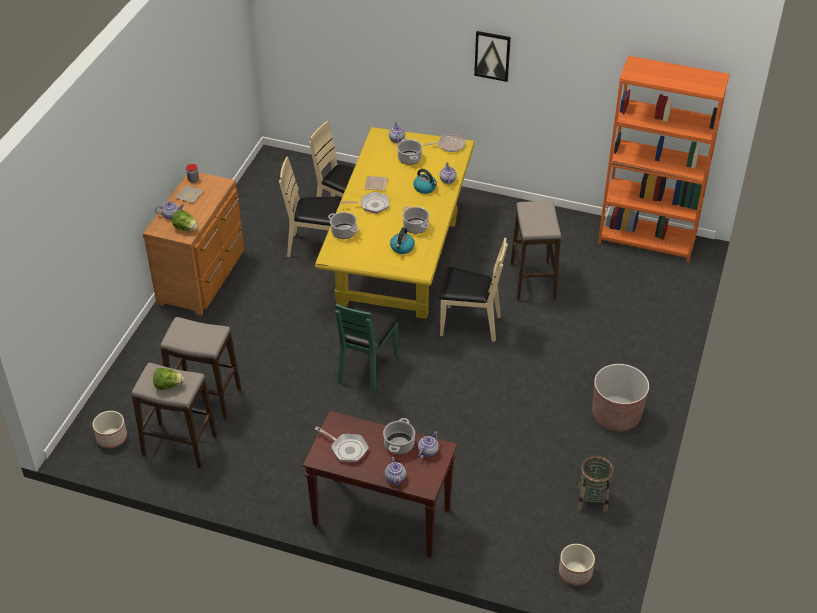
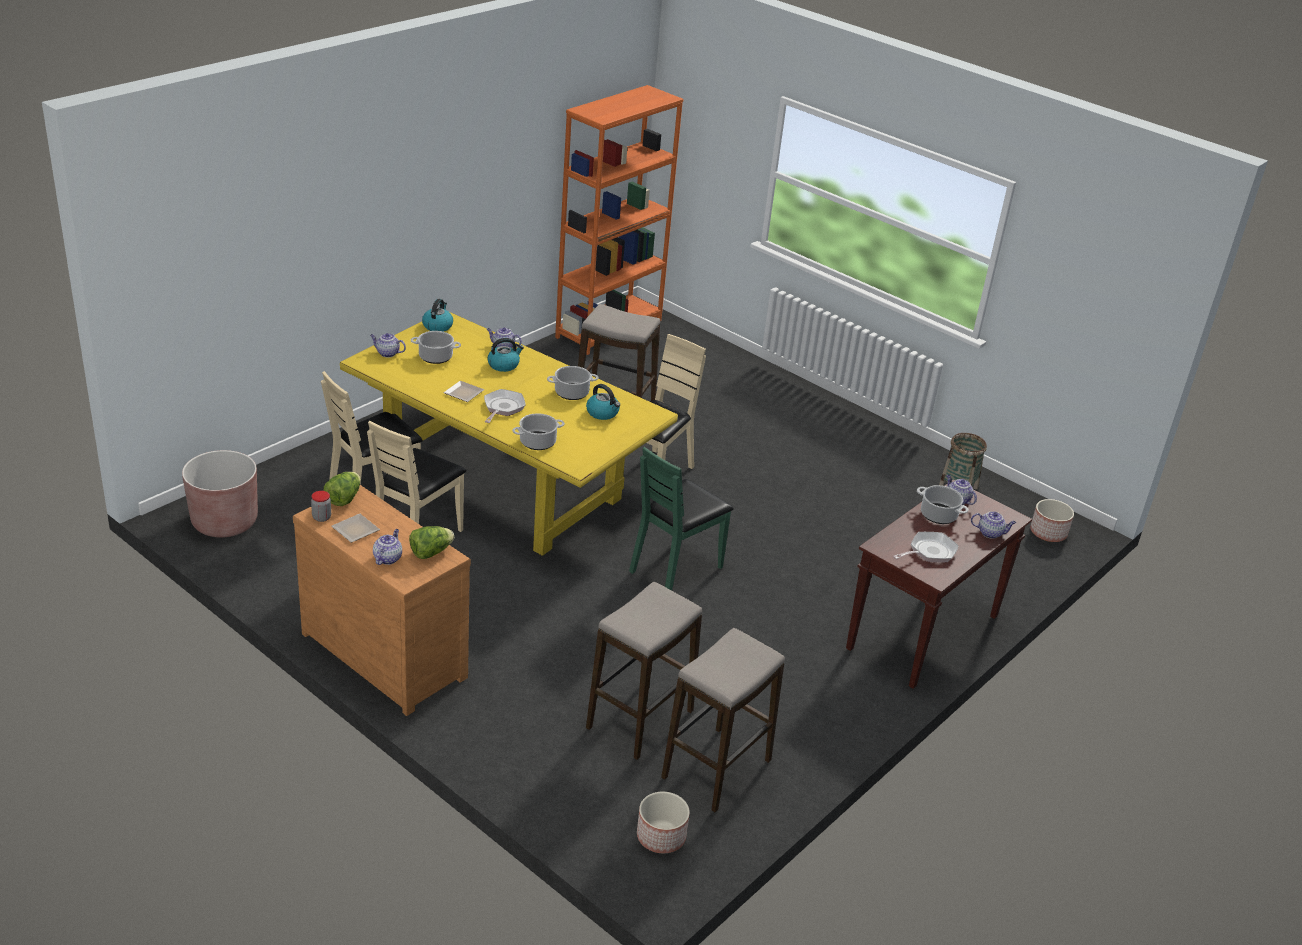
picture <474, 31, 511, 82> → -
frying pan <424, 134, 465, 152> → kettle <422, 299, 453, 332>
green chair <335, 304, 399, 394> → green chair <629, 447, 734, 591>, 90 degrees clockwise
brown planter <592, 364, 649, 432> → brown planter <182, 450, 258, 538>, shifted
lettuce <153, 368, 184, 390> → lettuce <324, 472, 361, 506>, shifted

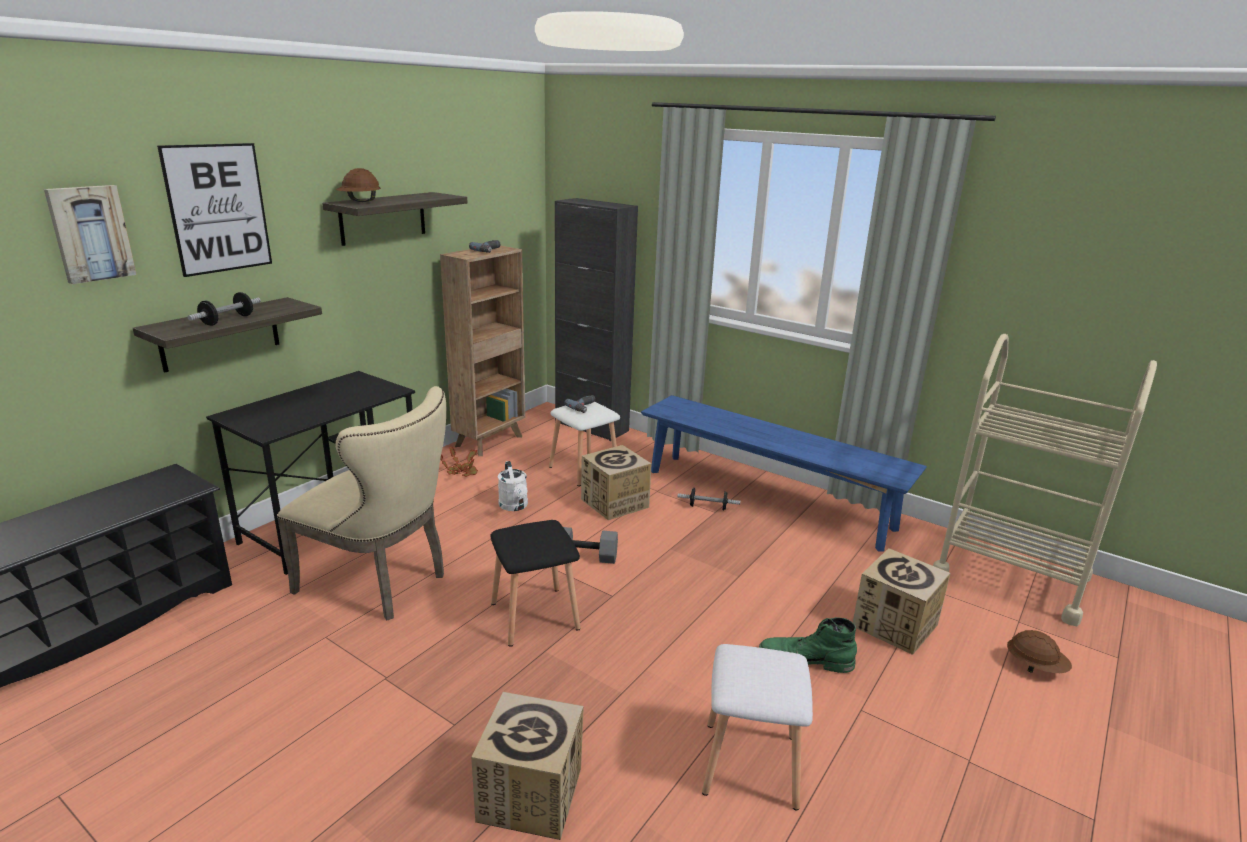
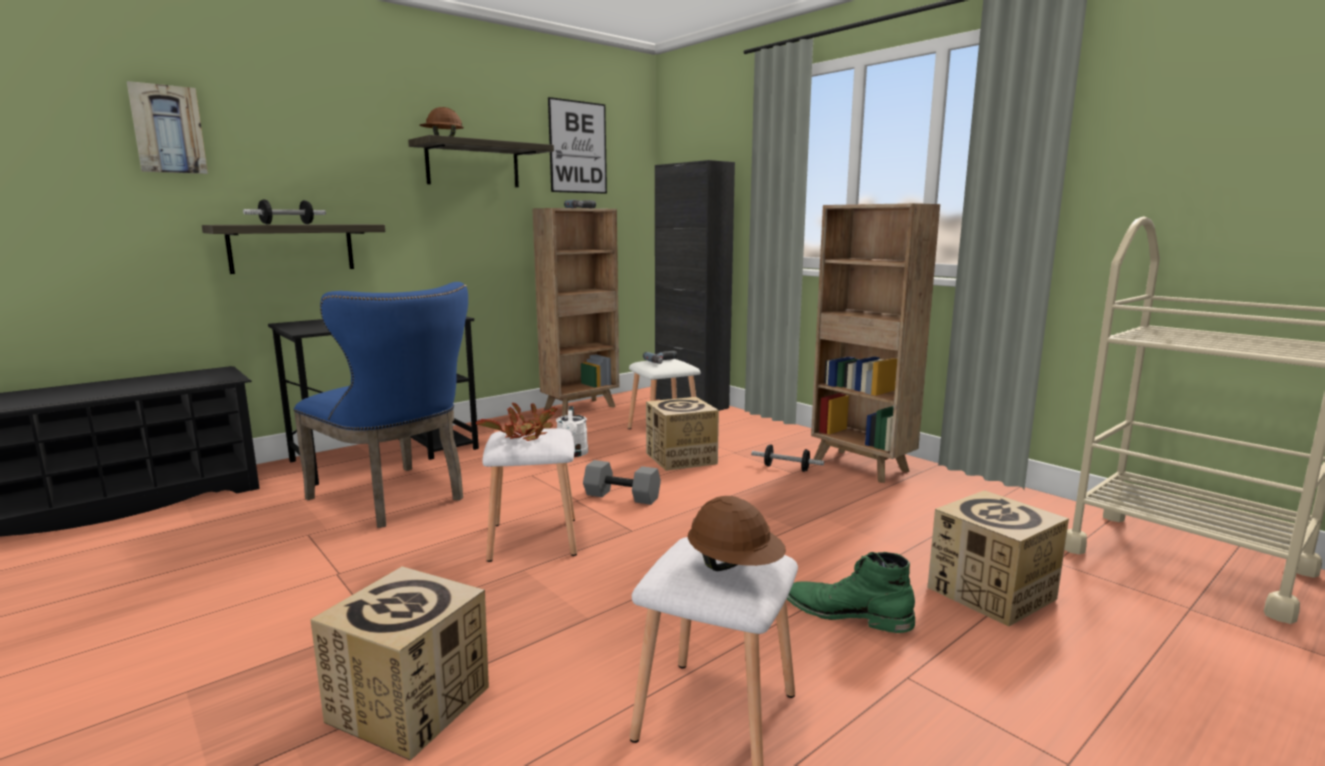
picture <157, 143, 272, 277> → picture <548, 97, 607, 194>, shifted
beige chair <277, 386, 446, 621> → blue chair <294, 282, 468, 528>
blue bench <641, 395, 927, 552> → brown bookcase <811, 203, 940, 483>
black stool <490, 520, 580, 647> → white stool <482, 428, 577, 562>
brown hard hat <1007, 630, 1072, 673> → brown hard hat <688, 496, 786, 571>, shifted
- → potted plant <476, 407, 555, 441>

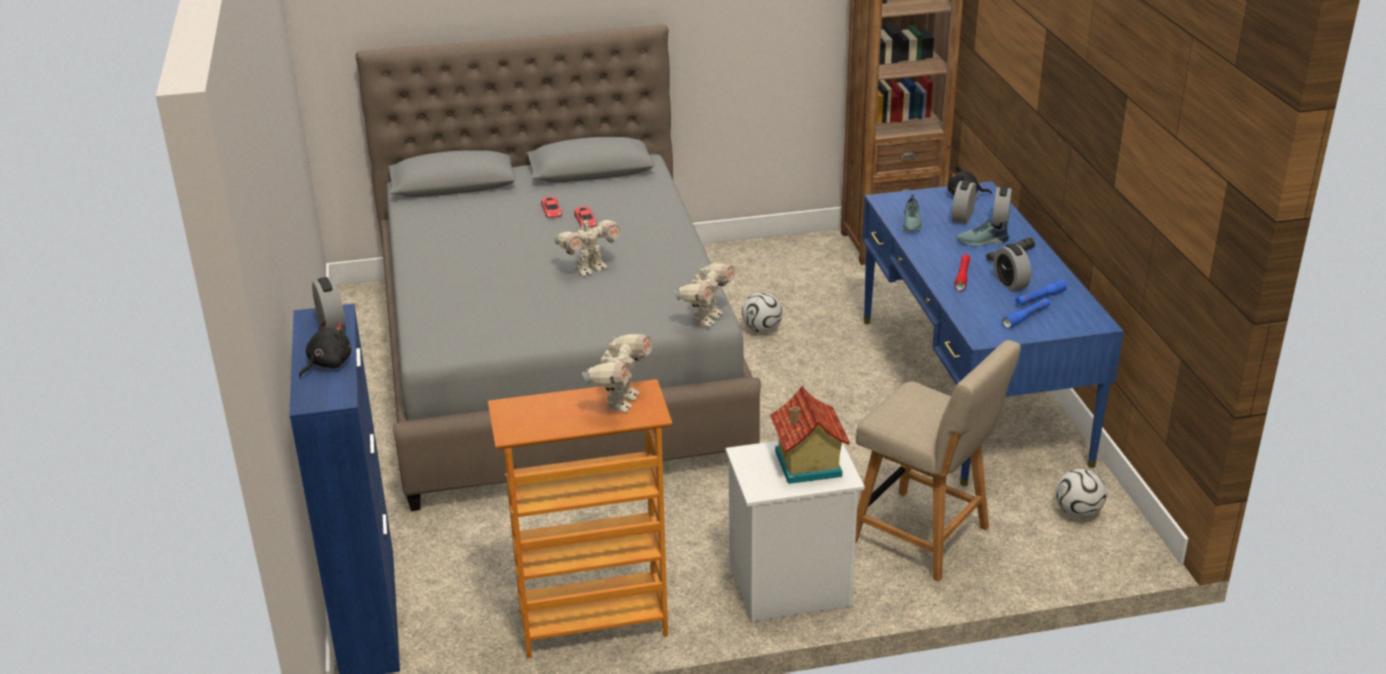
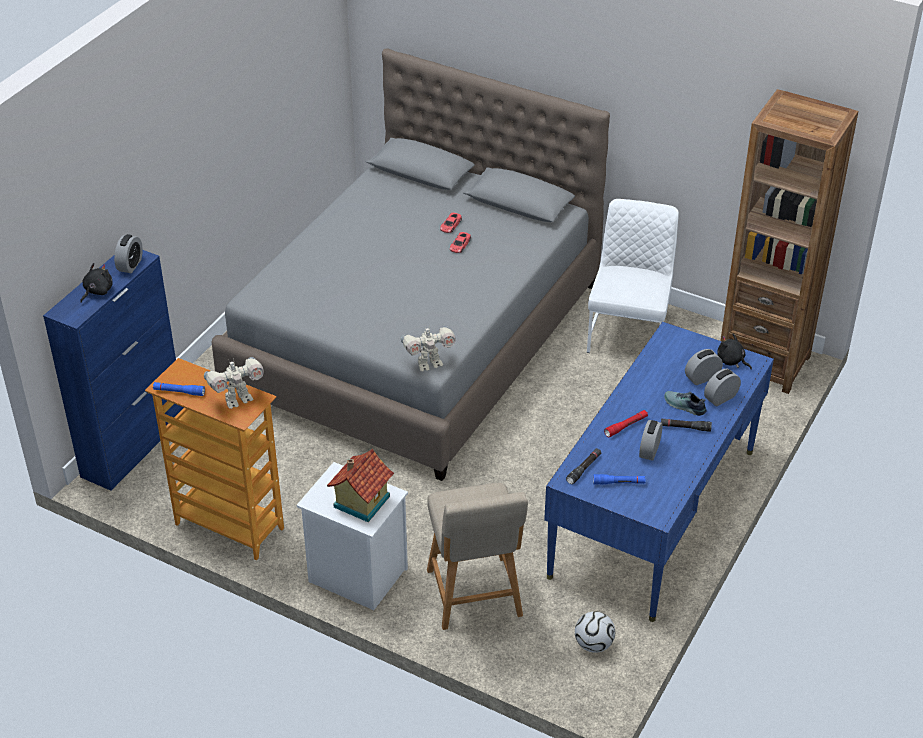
shoe <903, 195, 922, 231> → -
toy robot <554, 216, 621, 276> → -
blue flashlight <1015, 280, 1067, 306> → blue flashlight <153, 382, 205, 396>, shifted
football <742, 292, 782, 333> → -
black plush toy <299, 320, 351, 378> → black plush toy <80, 263, 113, 303>, 45 degrees counterclockwise
- → white chair <587, 199, 679, 353>
- → black flashlight <566, 448, 602, 484>

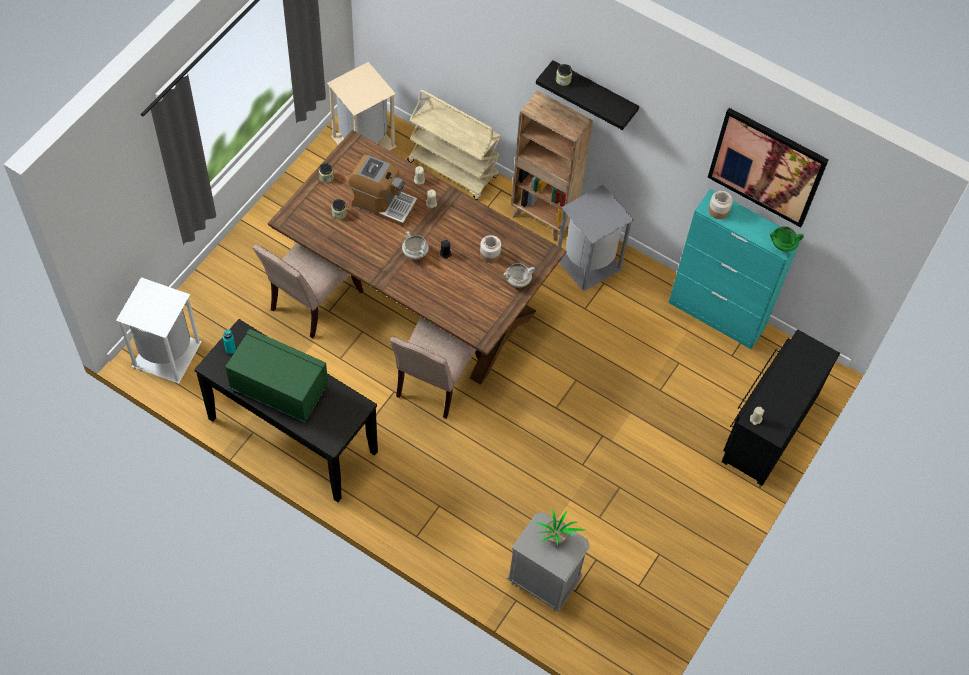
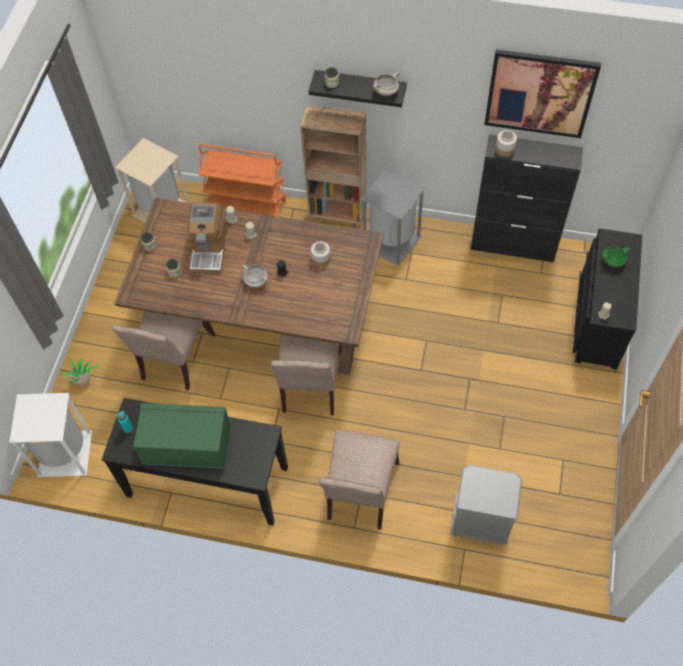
beige cart <407, 90, 501, 200> → orange cart <198, 144, 287, 217>
coffee machine <349, 155, 418, 226> → coffee machine <188, 202, 227, 273>, 90 degrees clockwise
turquoise cabinet <668, 189, 801, 349> → black cabinet <470, 134, 583, 262>
green cooking pot <770, 226, 804, 252> → green cooking pot <602, 245, 630, 267>, shifted
white cooking pot <503, 263, 535, 288> → white cooking pot <373, 72, 399, 96>, shifted
potted plant <535, 509, 585, 547> → potted plant <61, 357, 100, 386>, shifted
- → beige chair <319, 430, 400, 530>

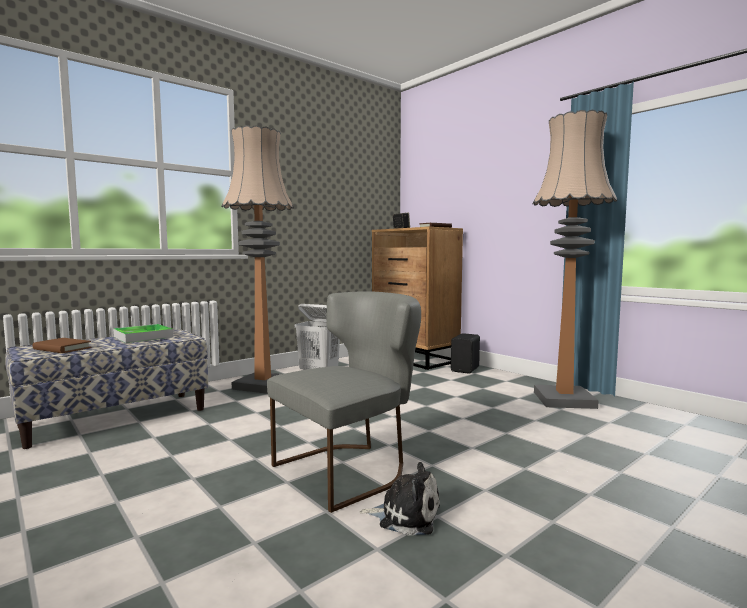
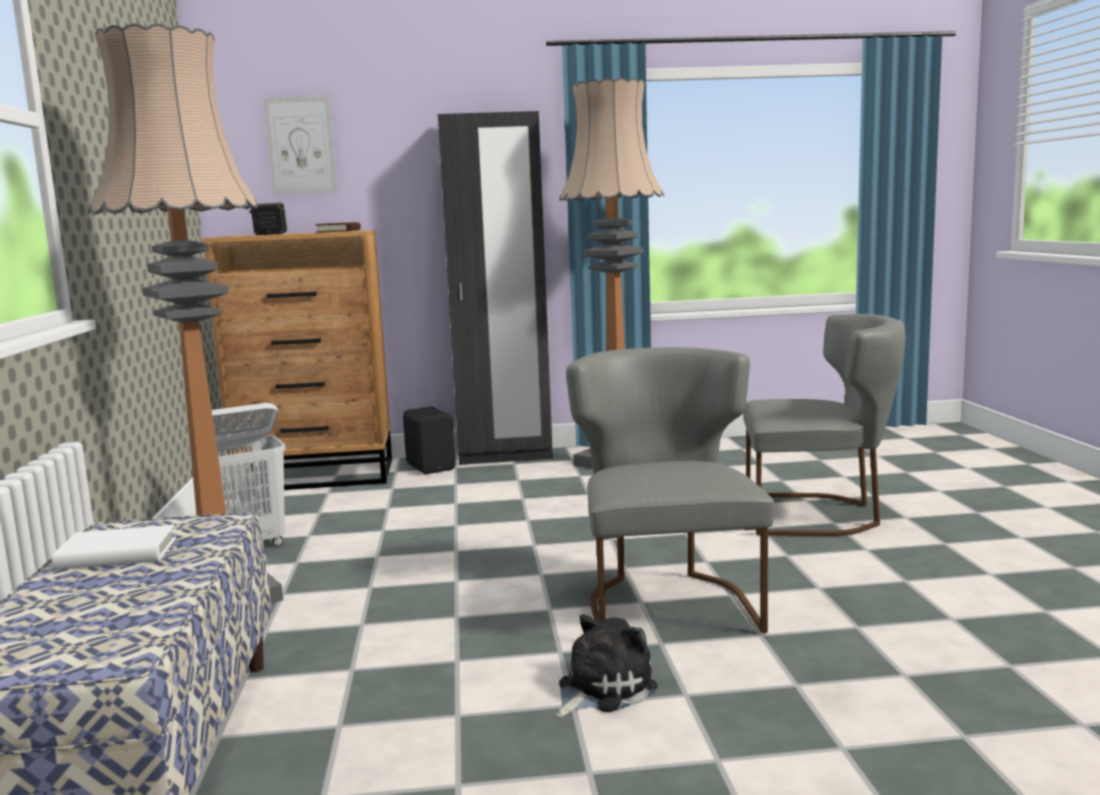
tray <113, 324, 173, 343> → white book <52, 525, 176, 570>
brown book <33, 338, 91, 353> → -
plush toy <359, 462, 440, 536> → plush toy <556, 614, 658, 717>, shifted
- → picture <263, 96, 337, 194>
- → black wardrobe <438, 111, 553, 465>
- → grey chair <743, 314, 905, 536>

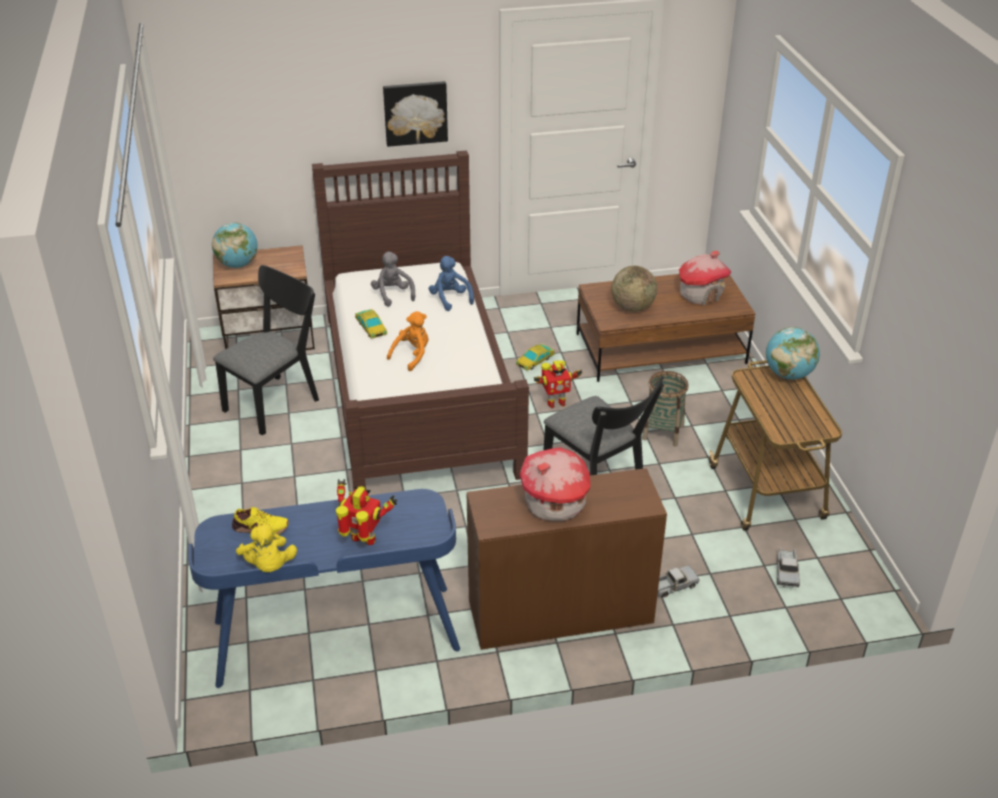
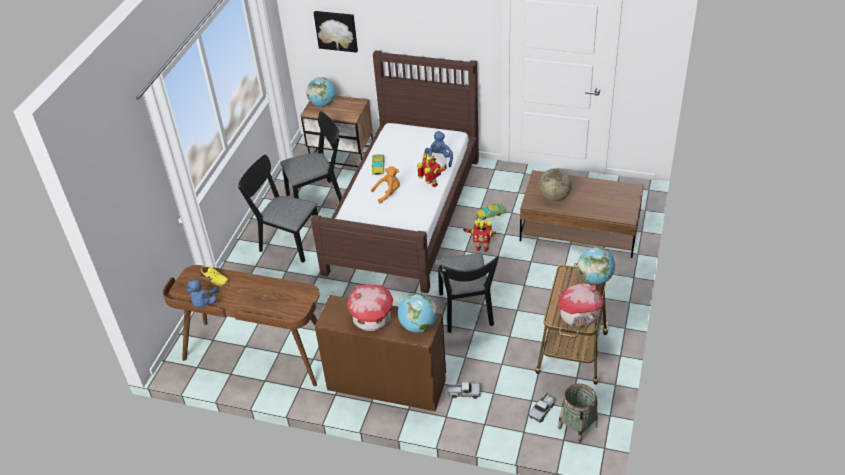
picture <383, 81, 448, 147> → picture <314, 11, 358, 53>, shifted
toy house <679, 251, 731, 306> → toy house <558, 284, 604, 328>, shifted
grey plush toy <371, 252, 415, 307> → -
basket <642, 371, 688, 446> → basket <558, 384, 598, 444>, shifted
toy robot <336, 479, 397, 545> → toy robot <417, 150, 447, 187>, shifted
blue desk <188, 489, 460, 688> → brown desk <163, 265, 320, 386>
yellow plush toy <236, 523, 297, 572> → blue plush toy <187, 280, 219, 308>
- → black chair <238, 155, 318, 263>
- → globe <398, 293, 437, 333>

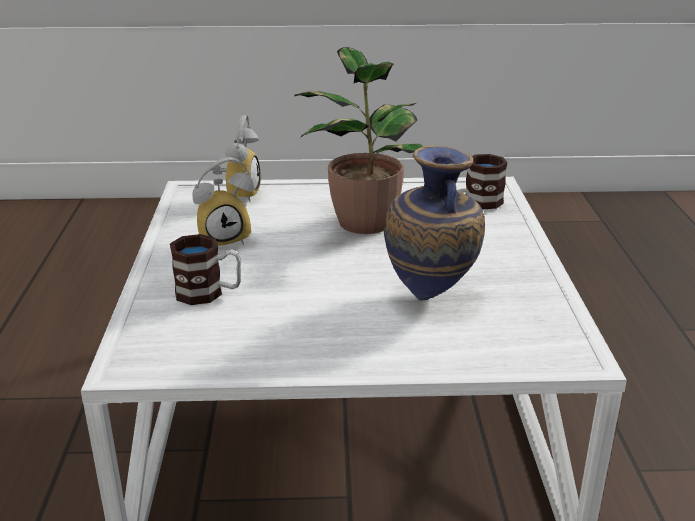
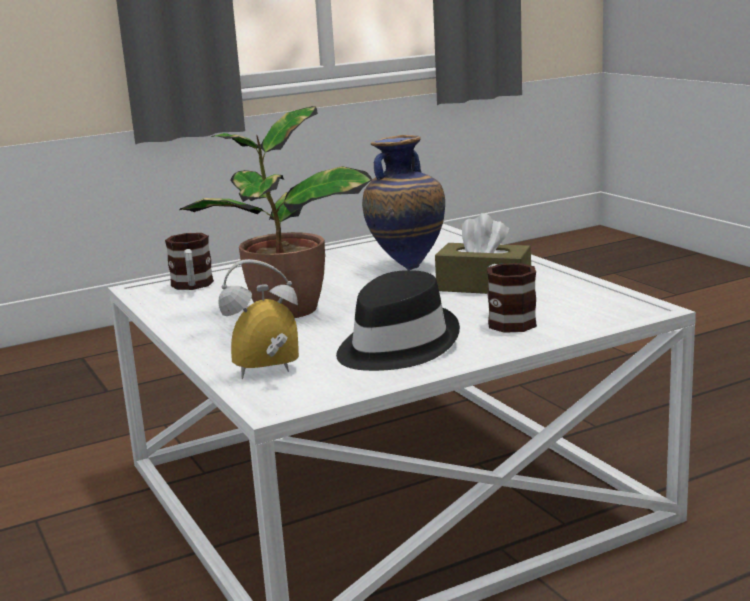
alarm clock <192, 157, 254, 246> → black hat <336, 270, 460, 371>
- → brown tissue box <435, 213, 531, 294>

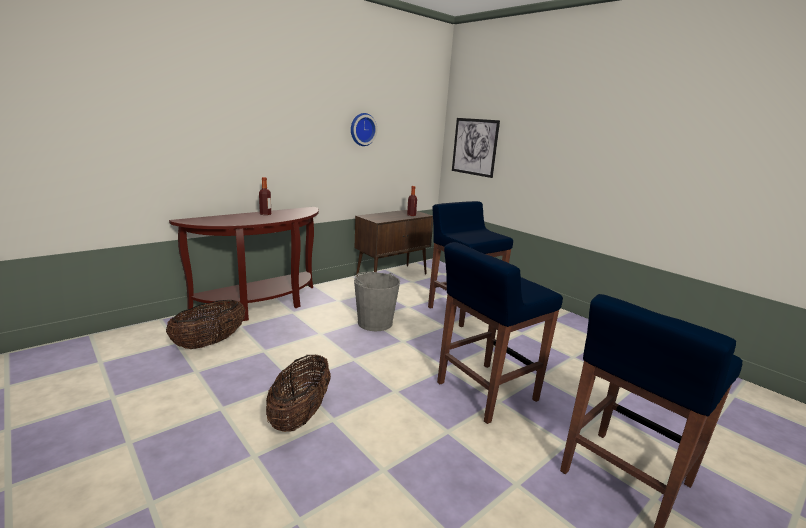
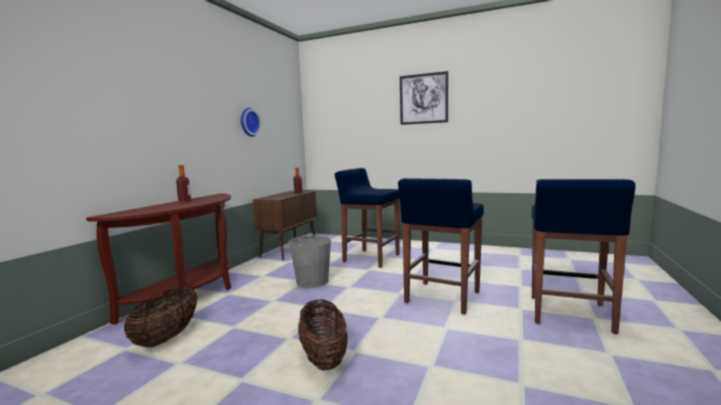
picture <452, 118, 500, 178> → picture <400, 71, 448, 125>, shifted

